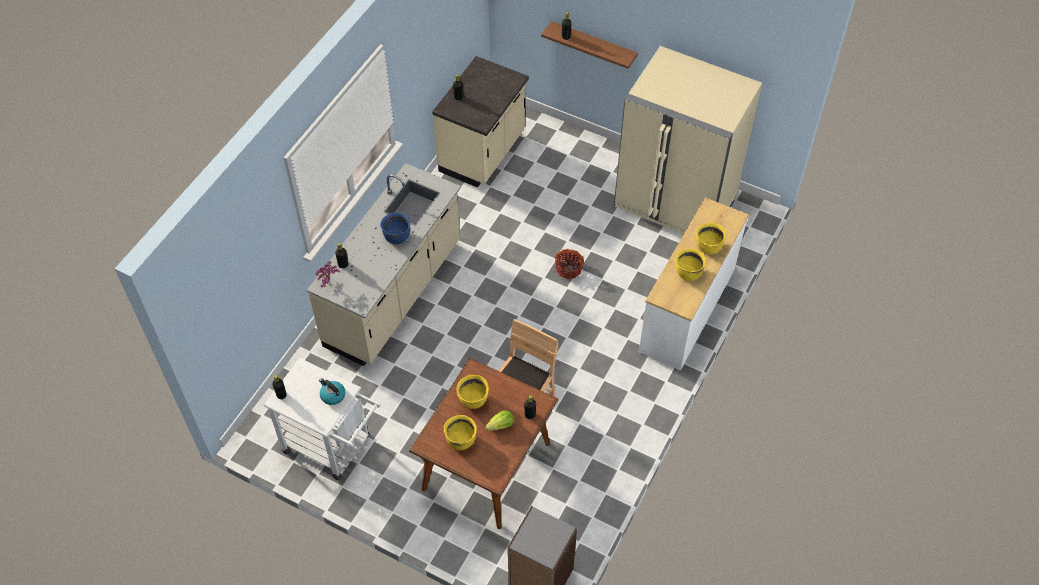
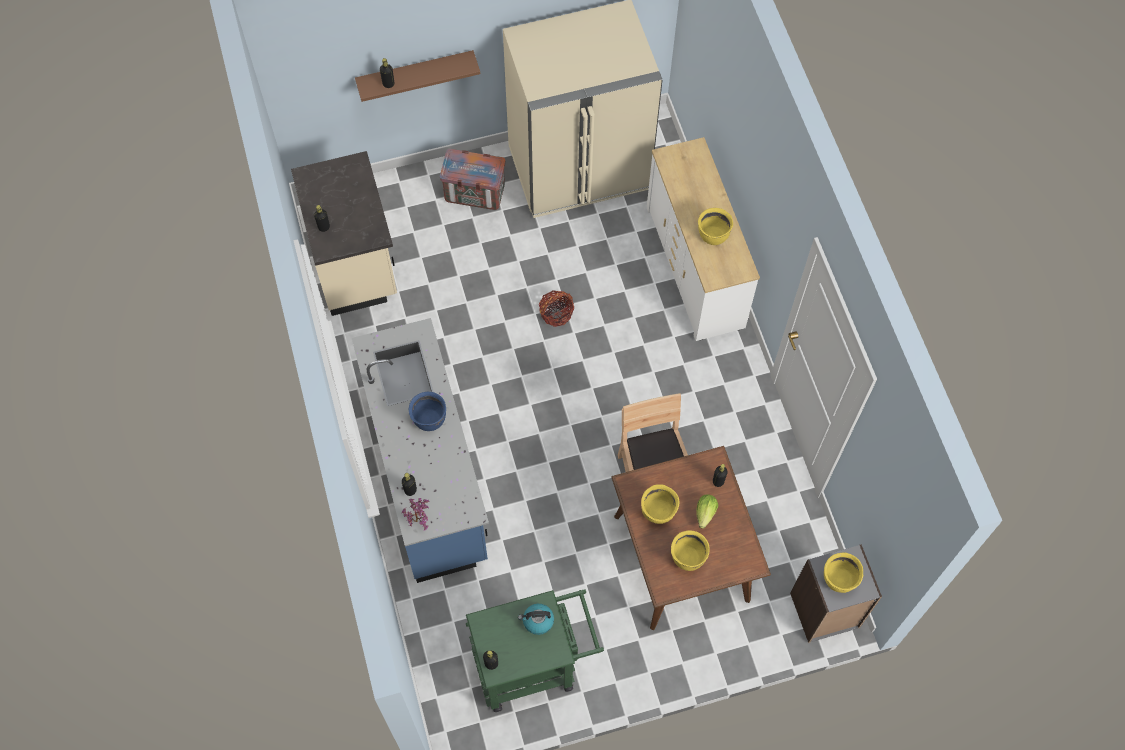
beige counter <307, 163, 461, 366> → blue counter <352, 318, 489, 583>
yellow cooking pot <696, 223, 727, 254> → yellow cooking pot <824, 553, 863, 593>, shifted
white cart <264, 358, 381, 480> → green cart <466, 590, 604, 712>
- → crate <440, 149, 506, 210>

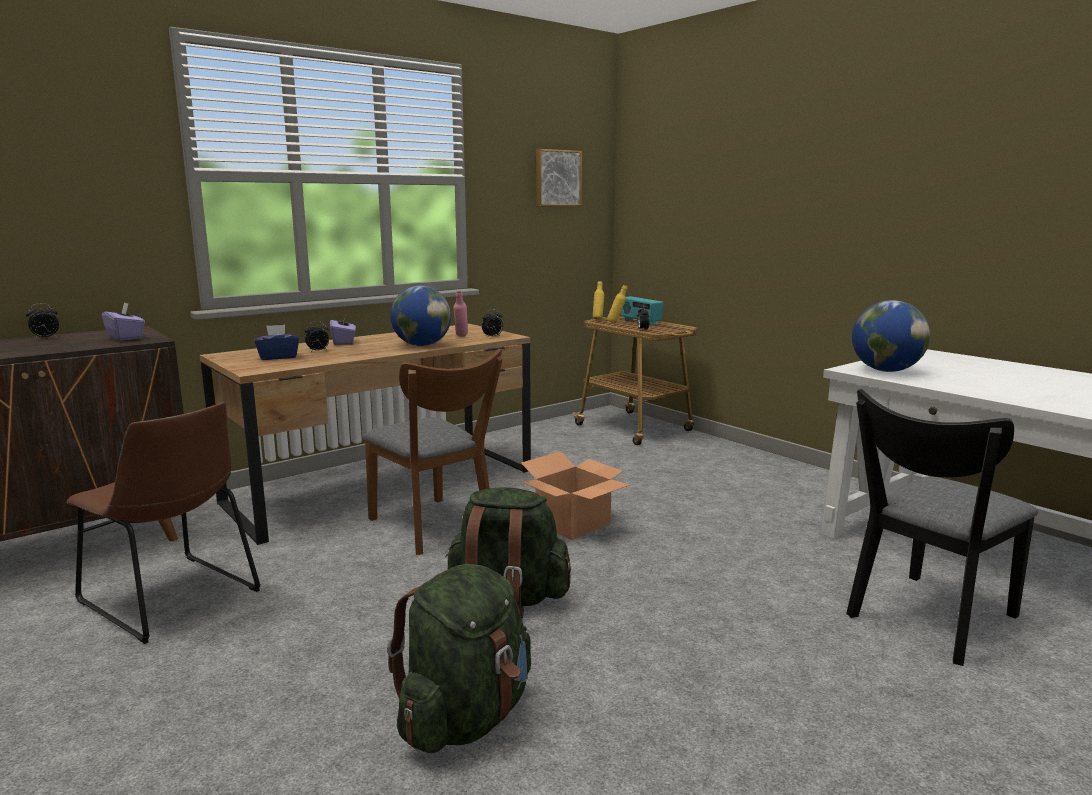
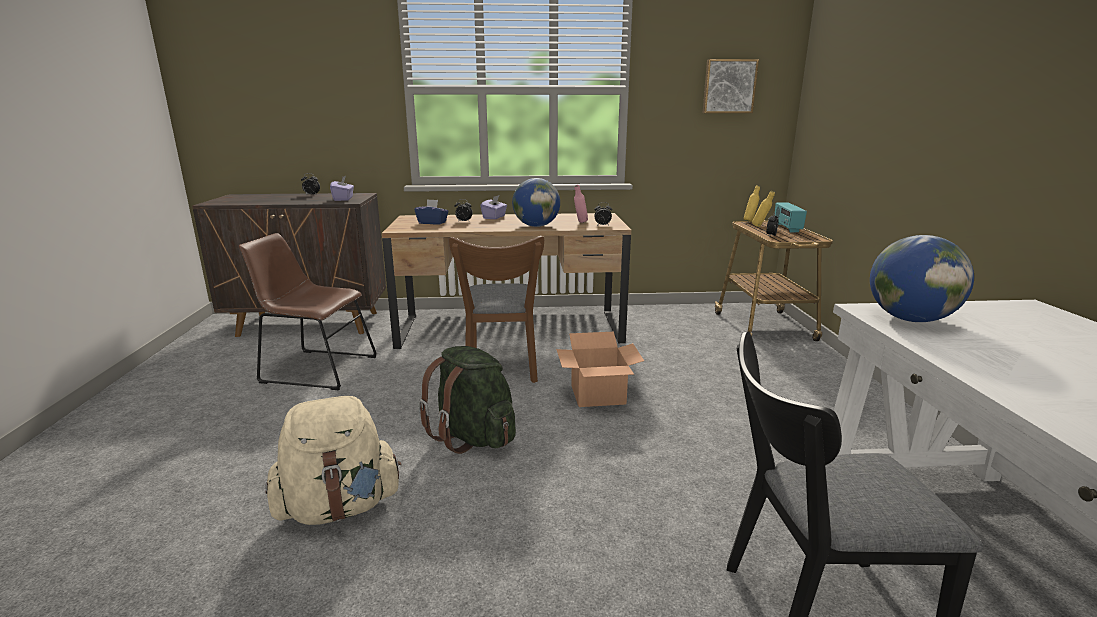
brown chair <67, 402, 261, 644> → brown chair <239, 233, 377, 390>, 120 degrees clockwise
green backpack <387, 564, 531, 753> → beige backpack <265, 396, 402, 525>

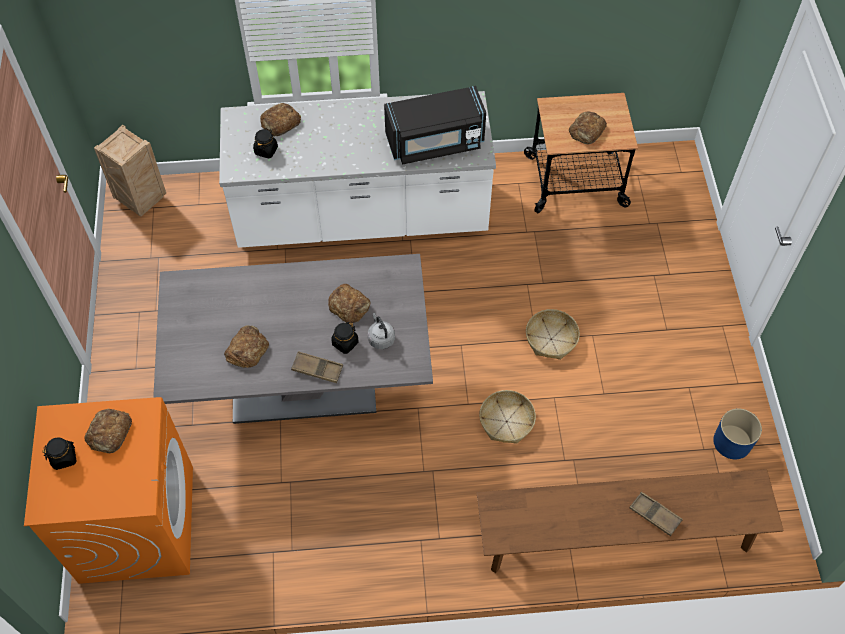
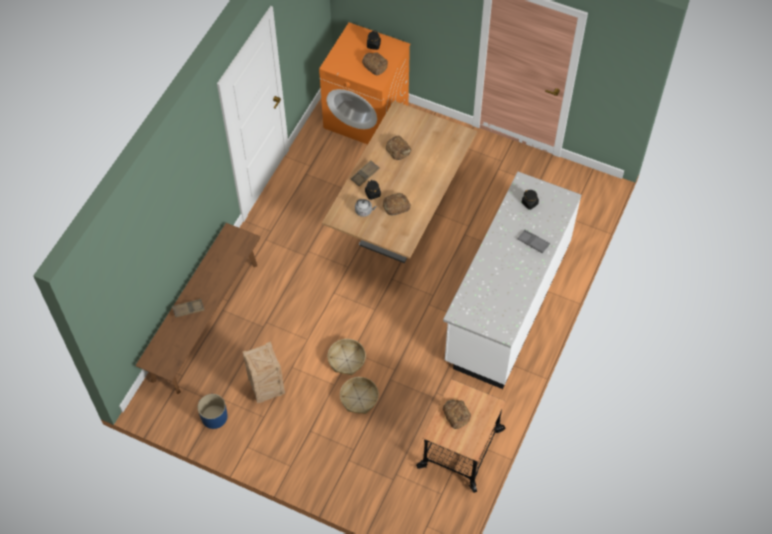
black microwave <384, 86, 486, 165> → -
bread <260, 103, 301, 136> → -
crate <94, 124, 166, 216> → crate <243, 341, 285, 403>, shifted
grey dining table <153, 254, 433, 424> → brown dining table <322, 101, 477, 263>
basket <479, 390, 536, 444> → basket <340, 377, 379, 414>, shifted
- → grey tray <517, 230, 550, 253>

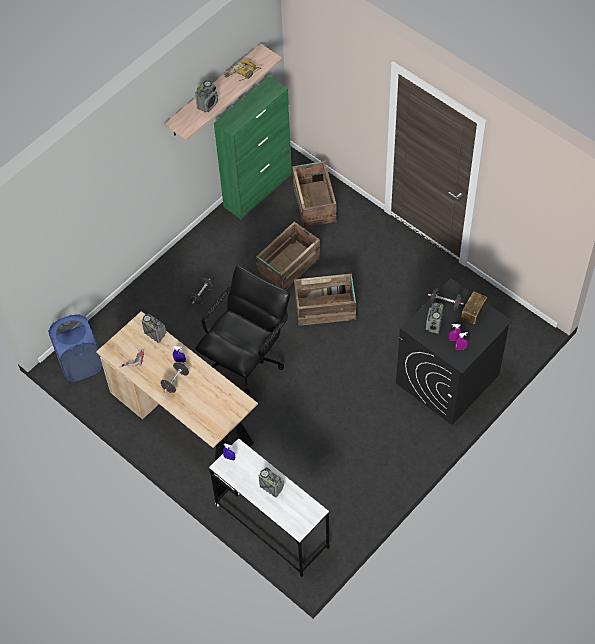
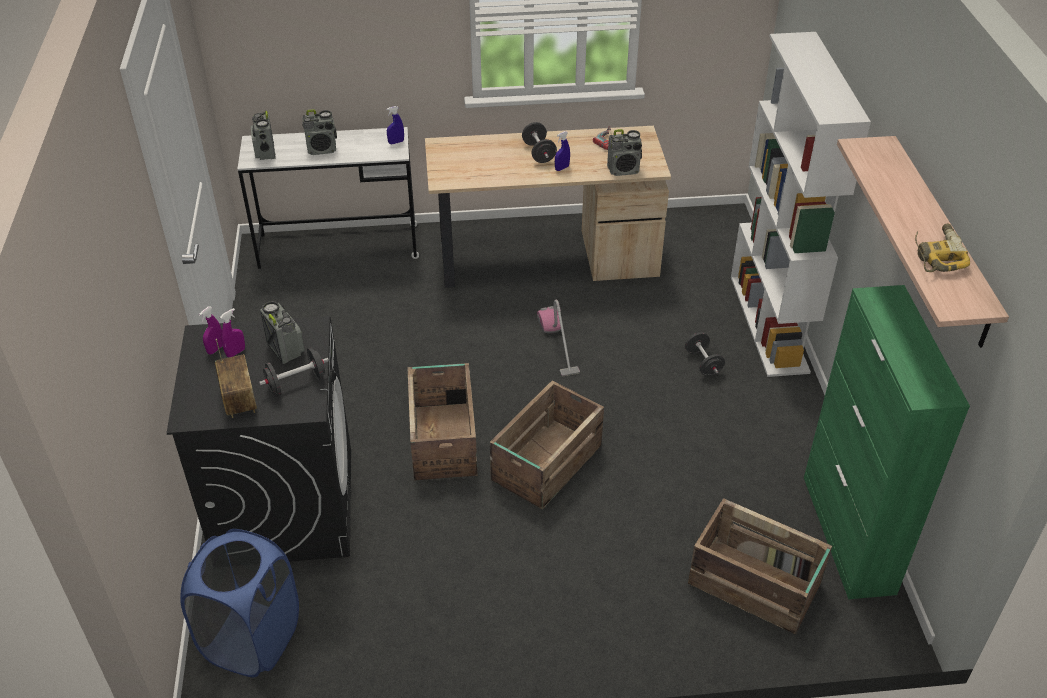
radio <195, 80, 218, 113> → radio <251, 111, 275, 160>, shifted
crate <256, 222, 320, 290> → crate <408, 363, 478, 481>, shifted
black office chair <195, 266, 290, 395> → vacuum cleaner <537, 300, 580, 376>
blue laundry basket <48, 314, 102, 382> → blue laundry basket <180, 529, 299, 678>, shifted
- → white bookcase <731, 32, 871, 377>

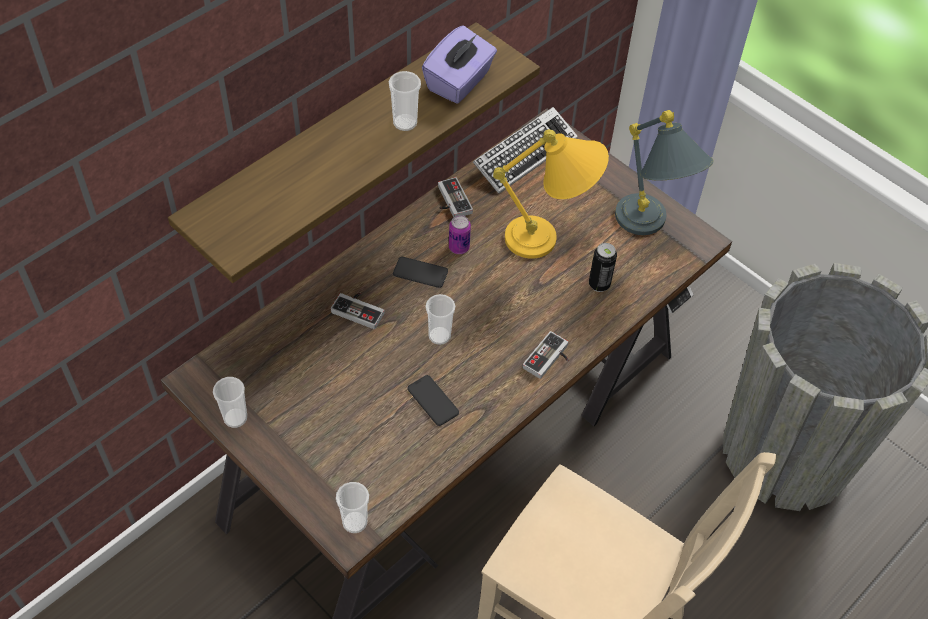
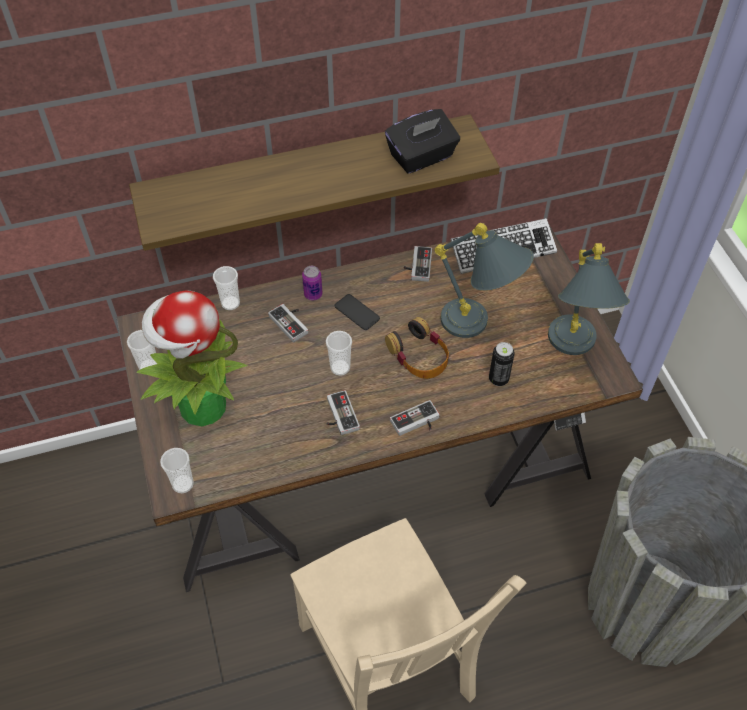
purple tissue box <422, 25, 497, 104> → black tissue box <385, 109, 460, 174>
cup <389, 71, 421, 131> → cup <213, 266, 240, 310>, shifted
yellow table lamp <493, 129, 609, 259> → grey table lamp <434, 223, 534, 338>
can <449, 215, 471, 254> → can <302, 266, 322, 301>, shifted
phone <408, 375, 459, 426> → -
- → potted plant <136, 290, 247, 426>
- → headphones <385, 317, 449, 379>
- → game controller <327, 390, 360, 435>

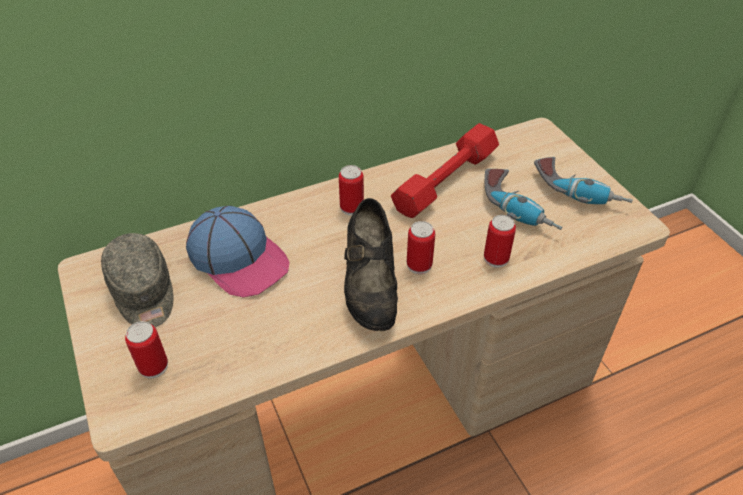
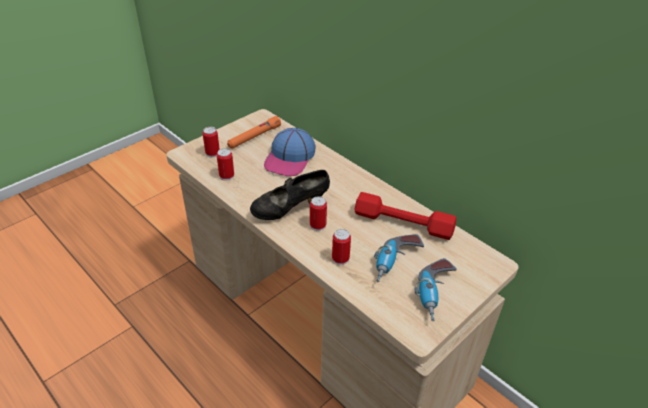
can <339, 165, 364, 216> → can <217, 148, 234, 181>, shifted
grey cap <101, 233, 173, 327> → orange flashlight <227, 116, 281, 149>

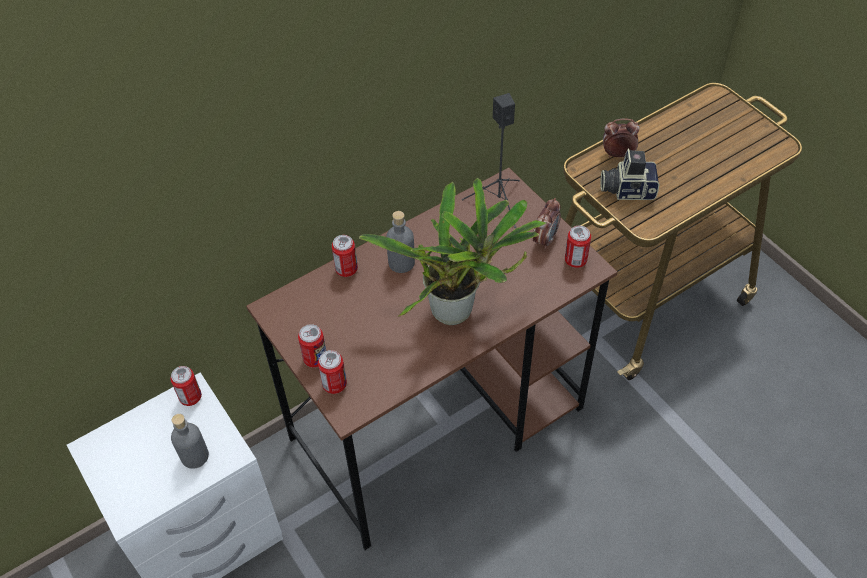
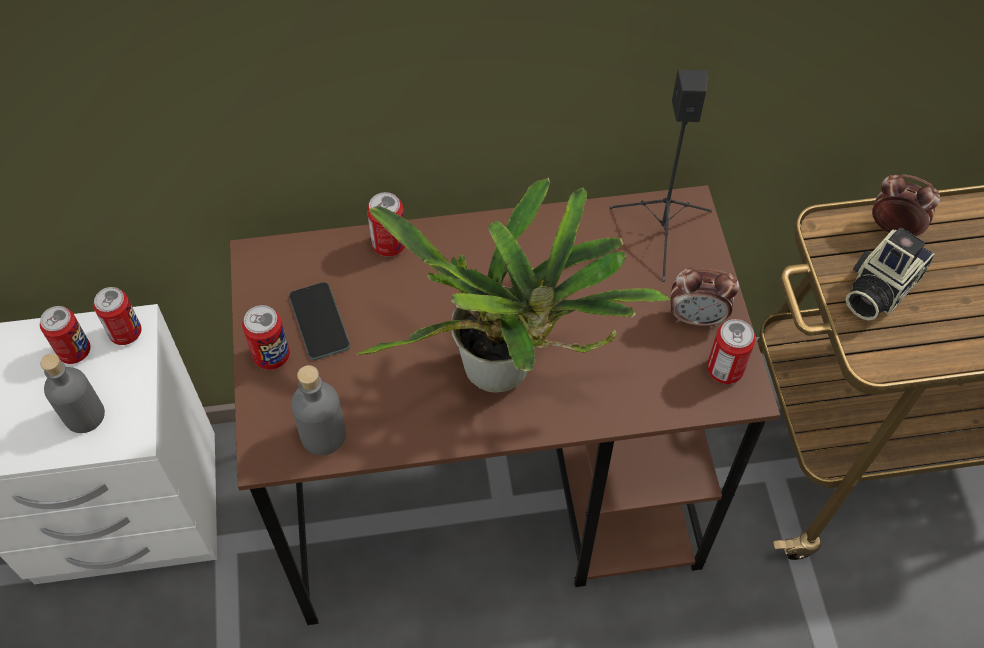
photo camera <600, 149, 659, 200> → photo camera <846, 227, 935, 320>, 75 degrees counterclockwise
alarm clock <533, 198, 561, 250> → alarm clock <670, 268, 739, 328>, 45 degrees clockwise
grey bottle <386, 211, 415, 273> → grey bottle <291, 365, 346, 455>, shifted
can <318, 350, 347, 394> → can <40, 306, 91, 364>, shifted
- → phone <289, 282, 350, 360>

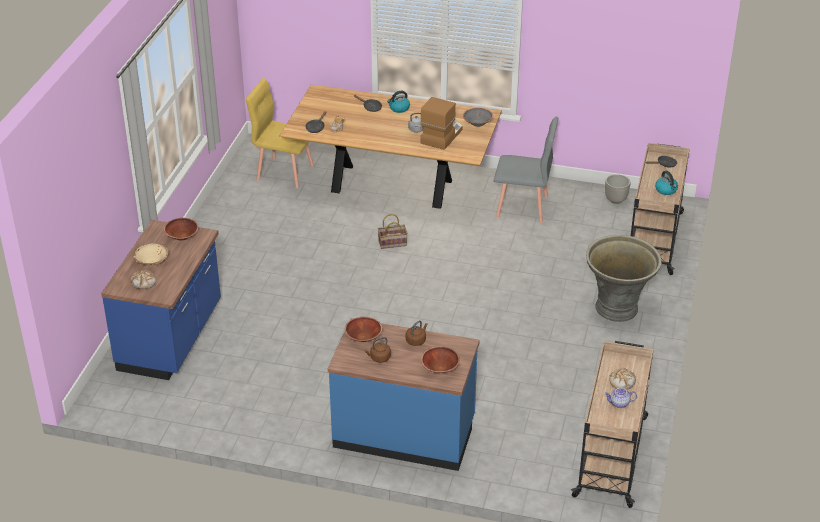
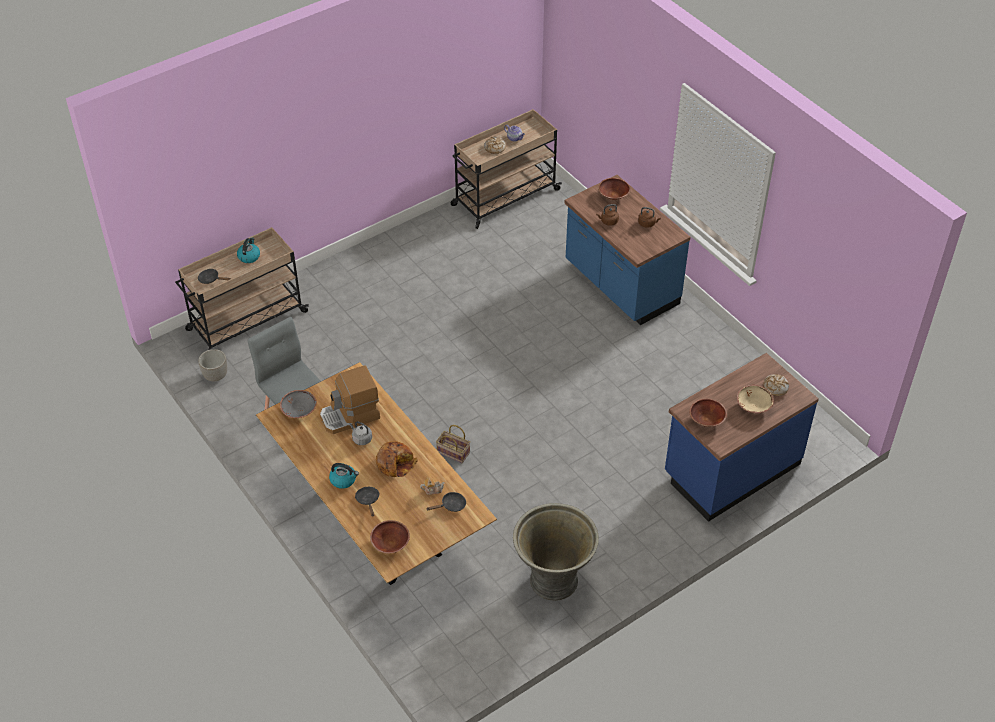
yellow chair <246, 78, 314, 188> → -
grey planter <586, 235, 661, 322> → grey planter <513, 503, 599, 601>, shifted
brown bowl <345, 317, 382, 342> → brown bowl <370, 520, 410, 554>, shifted
- → bread <376, 441, 418, 477>

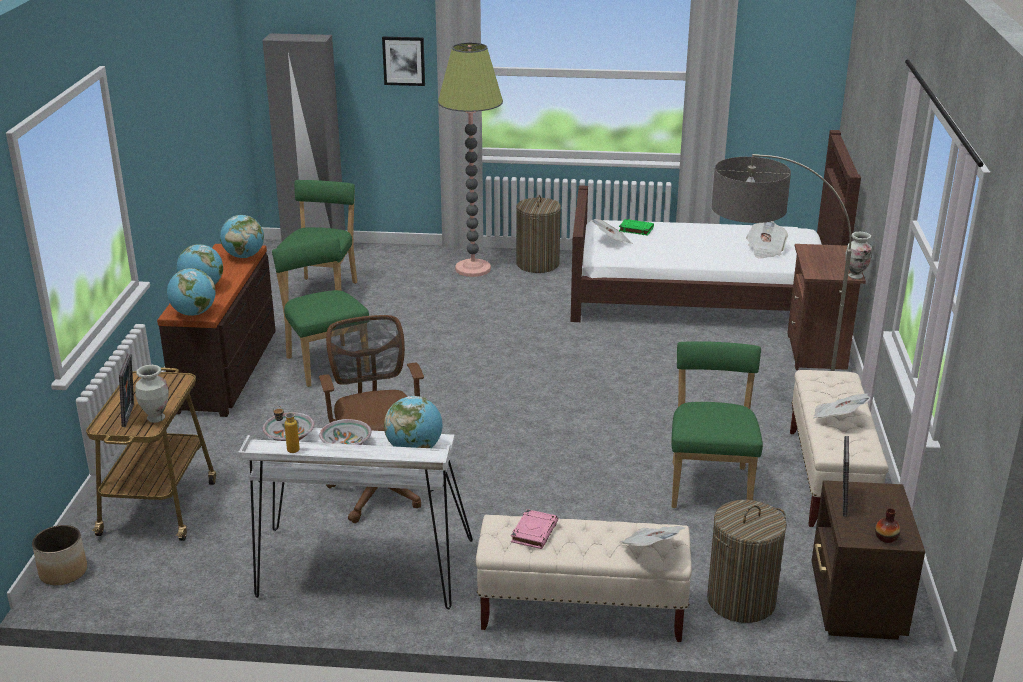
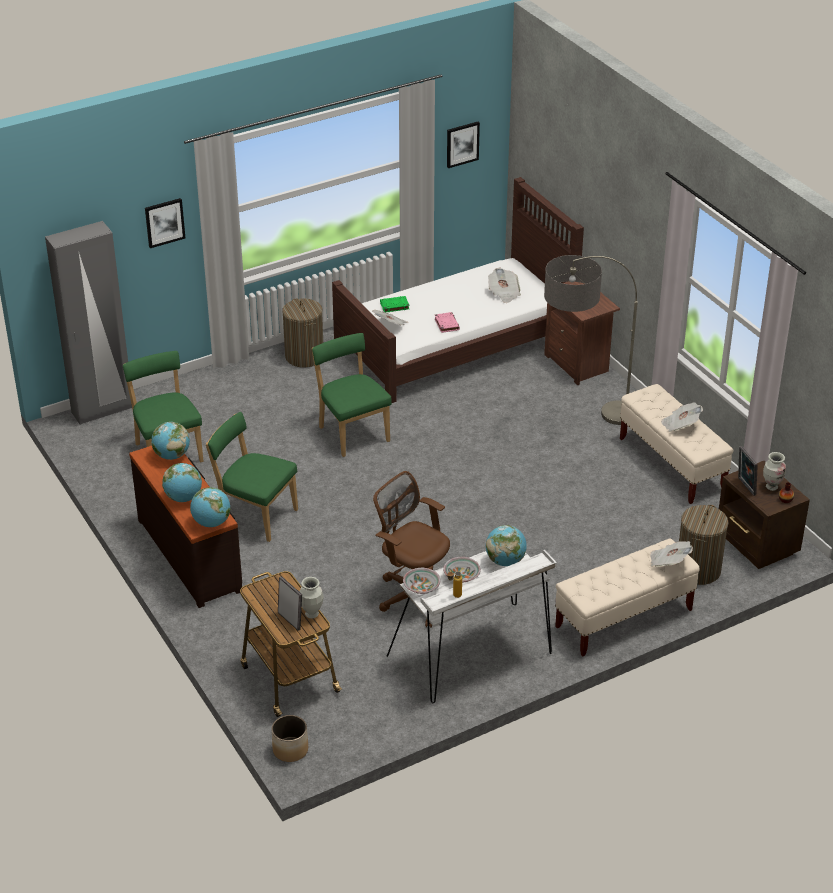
floor lamp <438, 42, 503, 277> → -
vase <845, 232, 872, 279> → vase <763, 452, 786, 491>, shifted
green chair <671, 341, 763, 508> → green chair <312, 333, 392, 457>, shifted
pink book <511, 509, 558, 549> → pink book <434, 312, 460, 333>, shifted
- → picture <447, 122, 480, 168>

